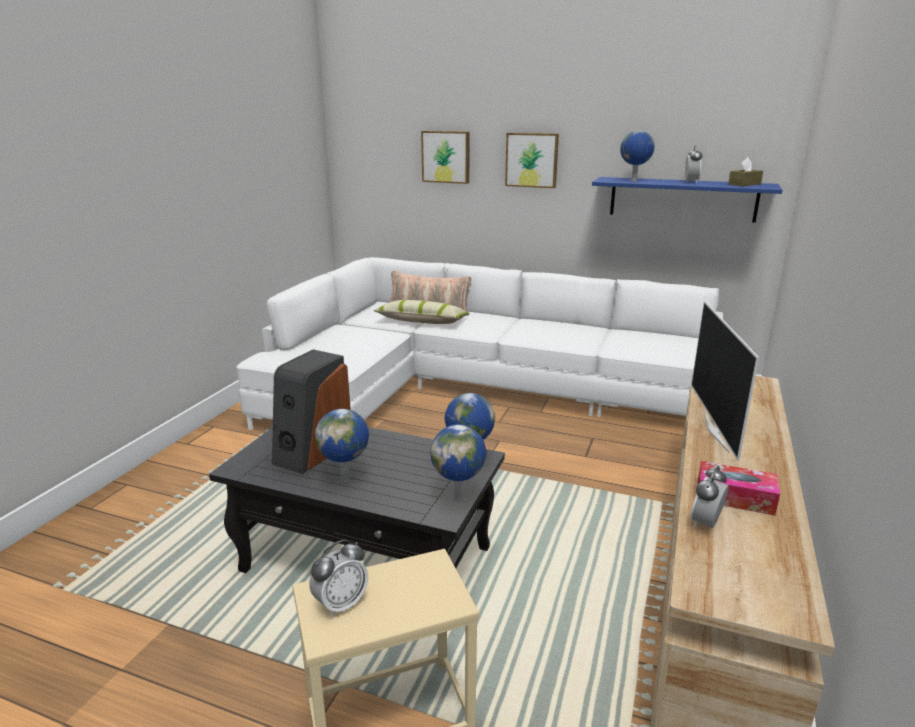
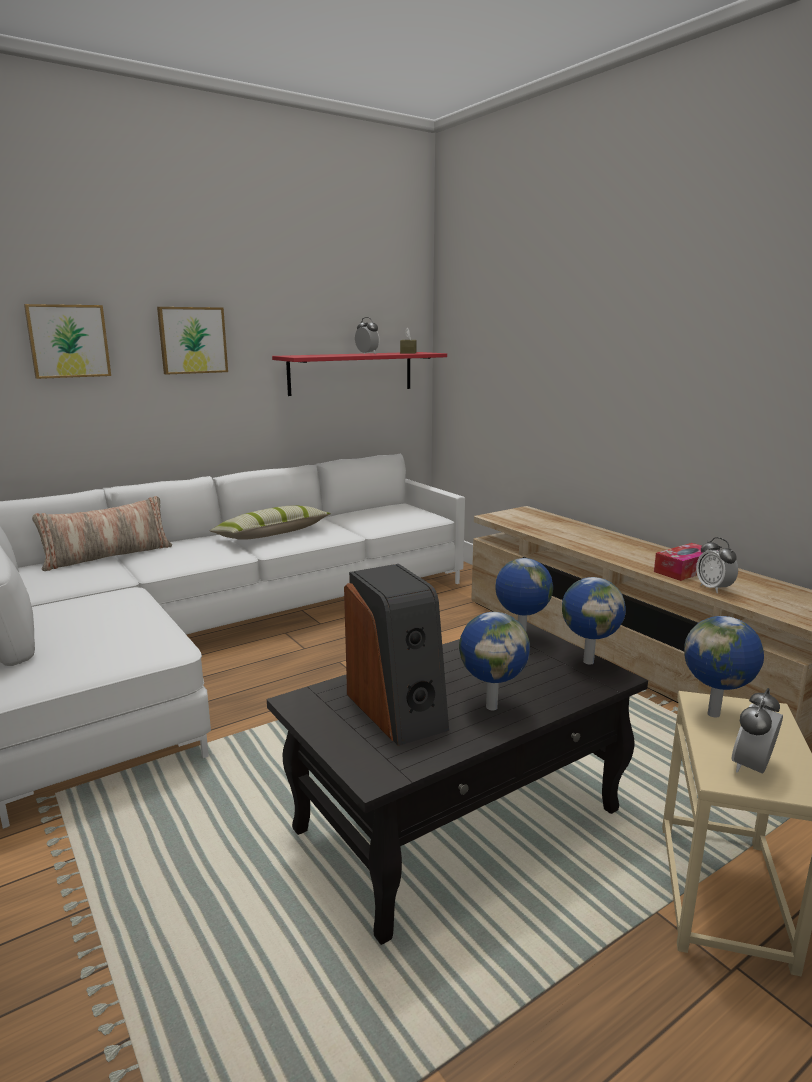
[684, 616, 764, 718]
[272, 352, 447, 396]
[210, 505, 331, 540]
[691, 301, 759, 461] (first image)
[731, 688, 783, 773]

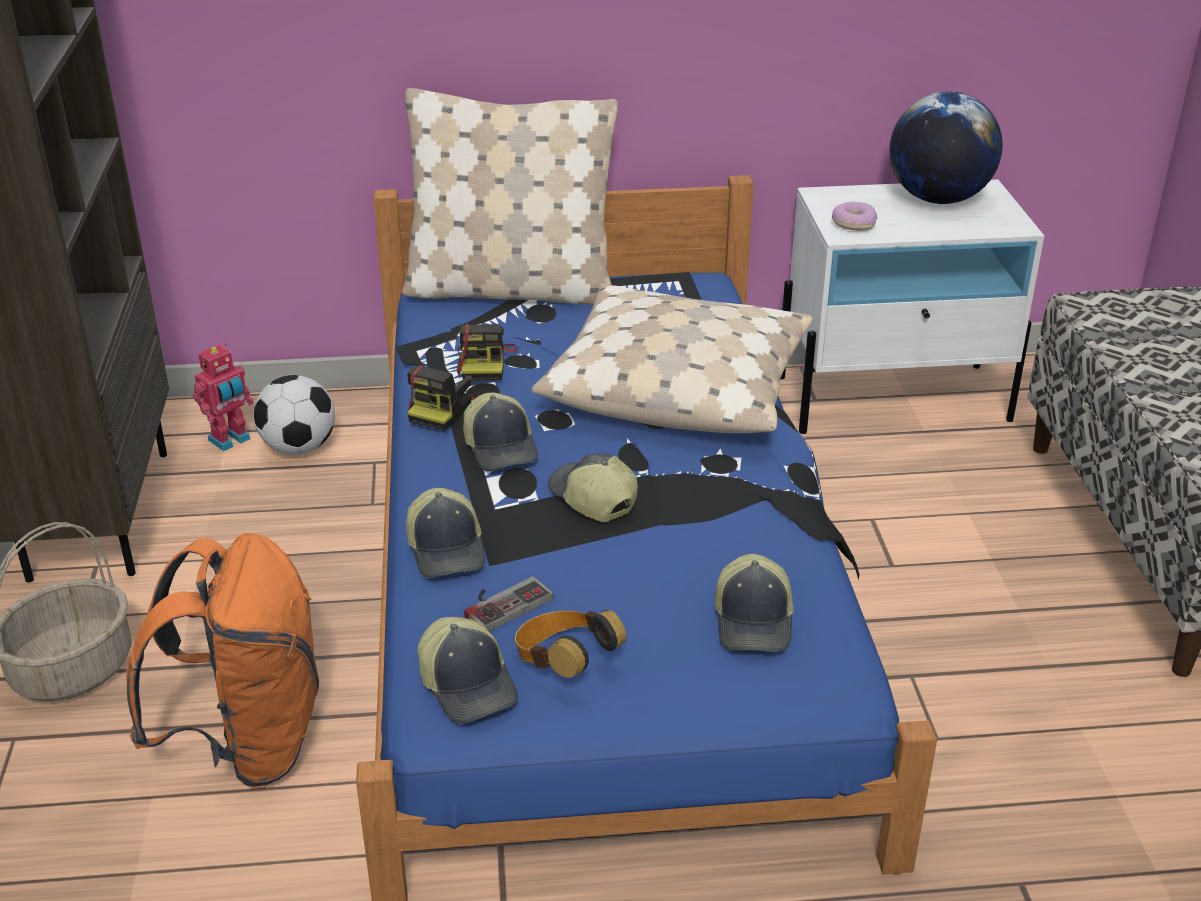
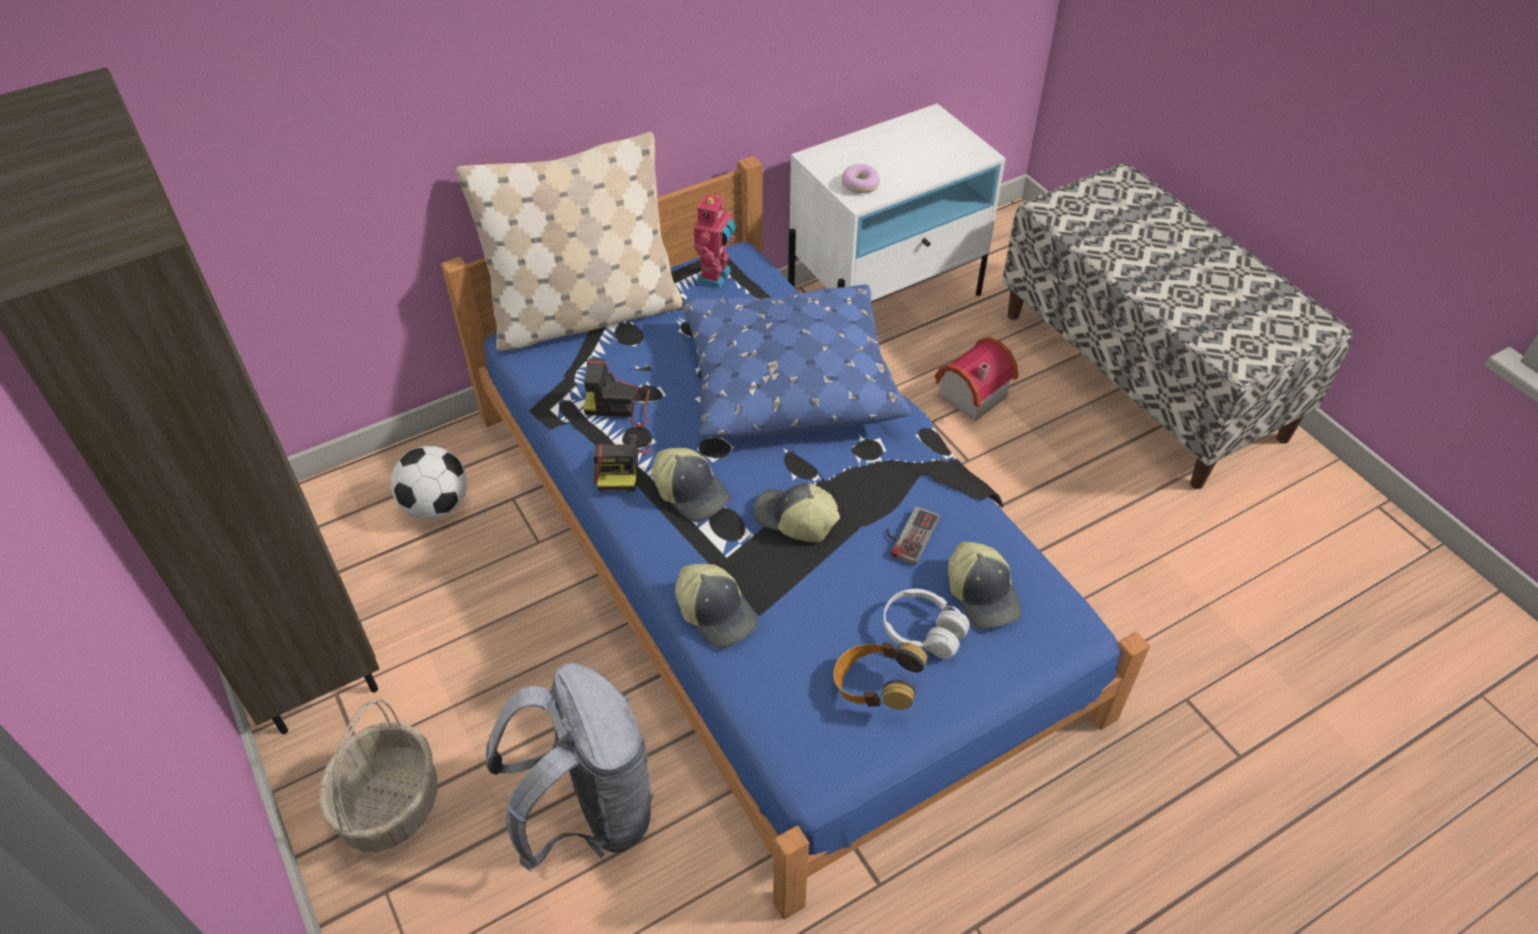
[890, 91, 1002, 204] (first image)
[682, 284, 910, 438]
[583, 358, 650, 427]
[694, 192, 735, 288]
[486, 663, 654, 872]
[887, 506, 940, 565]
[417, 617, 518, 724] (first image)
[934, 337, 1018, 421]
[883, 589, 970, 659]

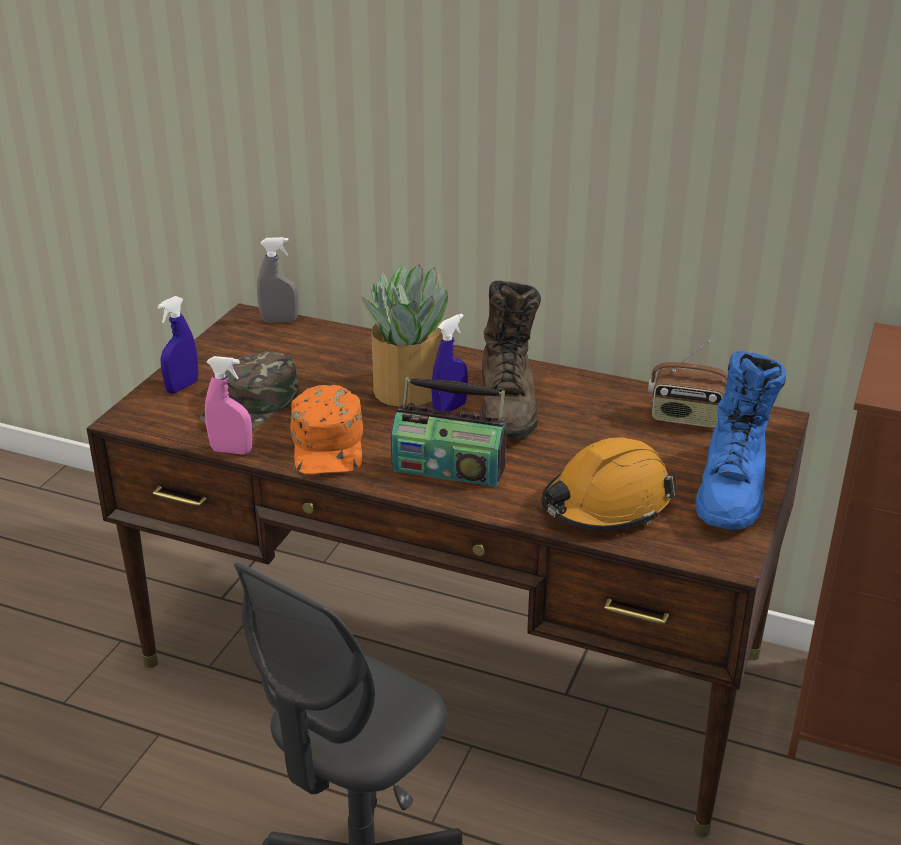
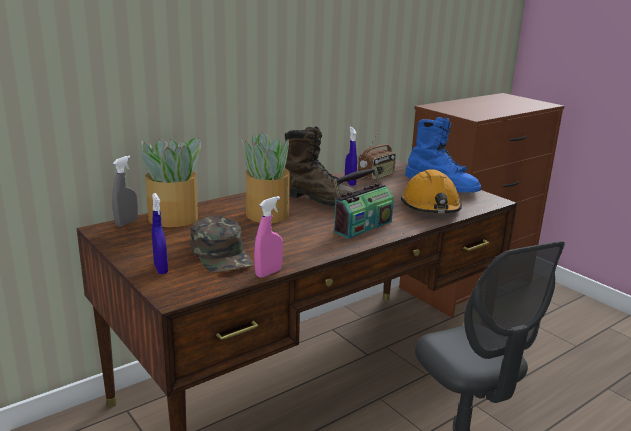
[345, 127, 357, 186]
[290, 385, 363, 474] (first image)
[141, 137, 204, 227]

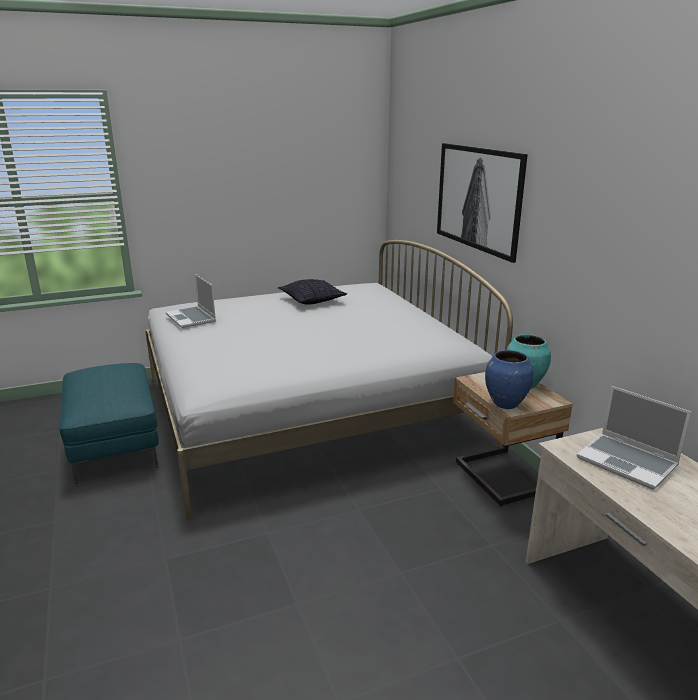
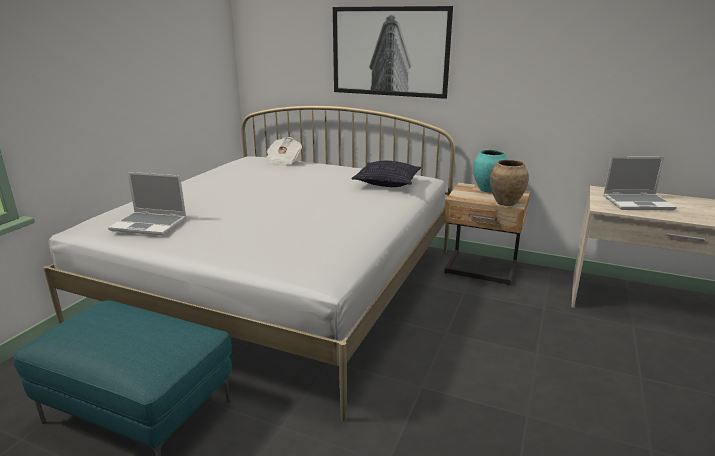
[351, 161, 421, 187]
[490, 160, 529, 206]
[267, 137, 302, 167]

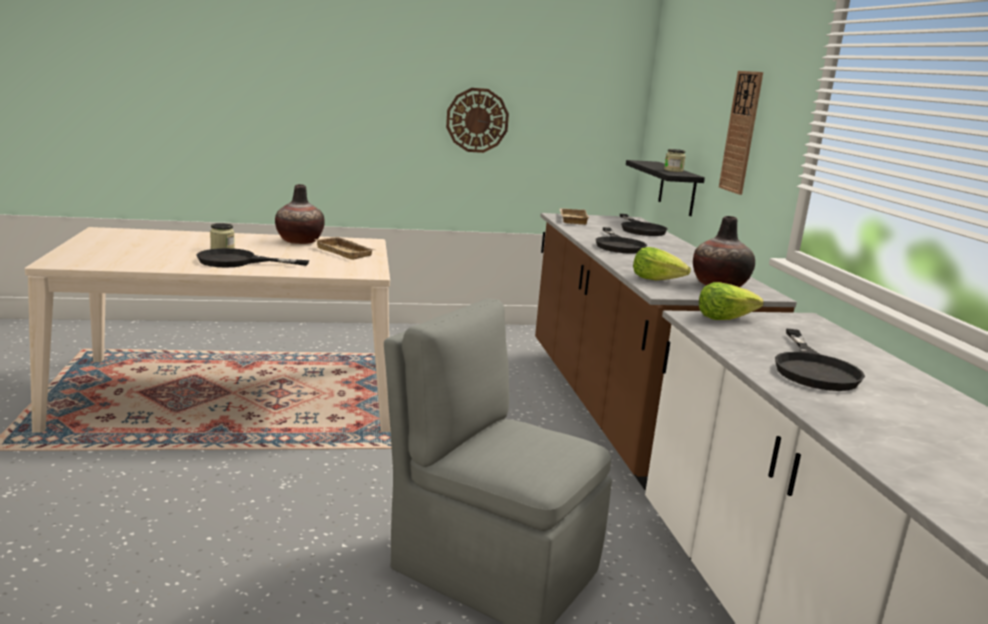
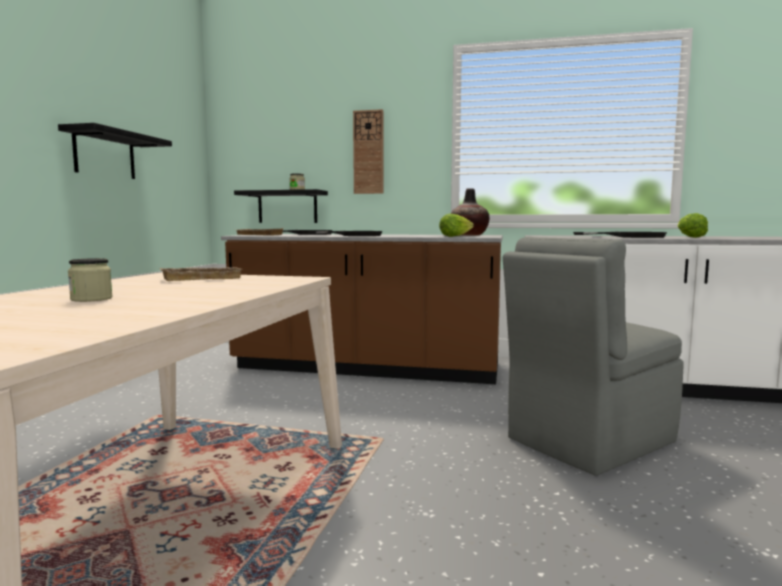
[58, 123, 172, 179]
[275, 184, 325, 244] (first image)
[197, 248, 309, 267] (first image)
[677, 213, 708, 238]

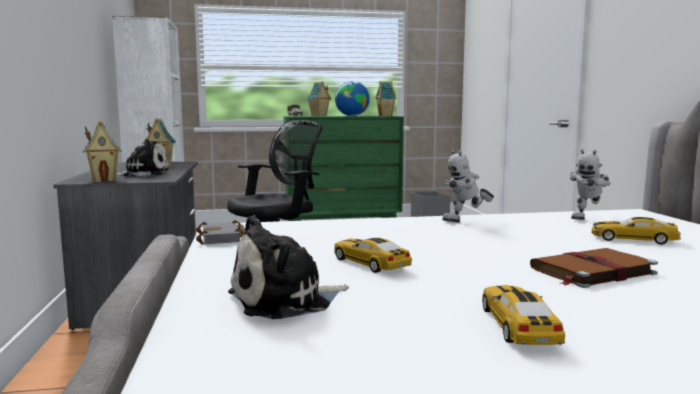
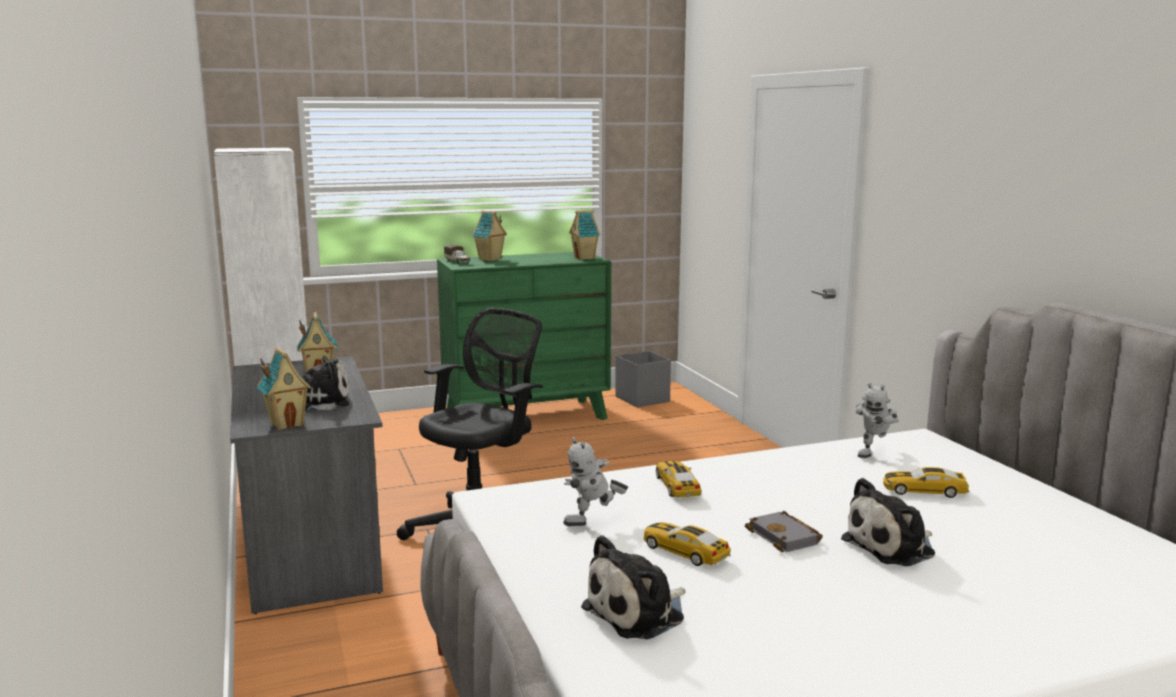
[335, 81, 370, 116] (first image)
[563, 437, 628, 526]
[745, 511, 823, 552]
[841, 478, 935, 566]
[656, 461, 701, 498]

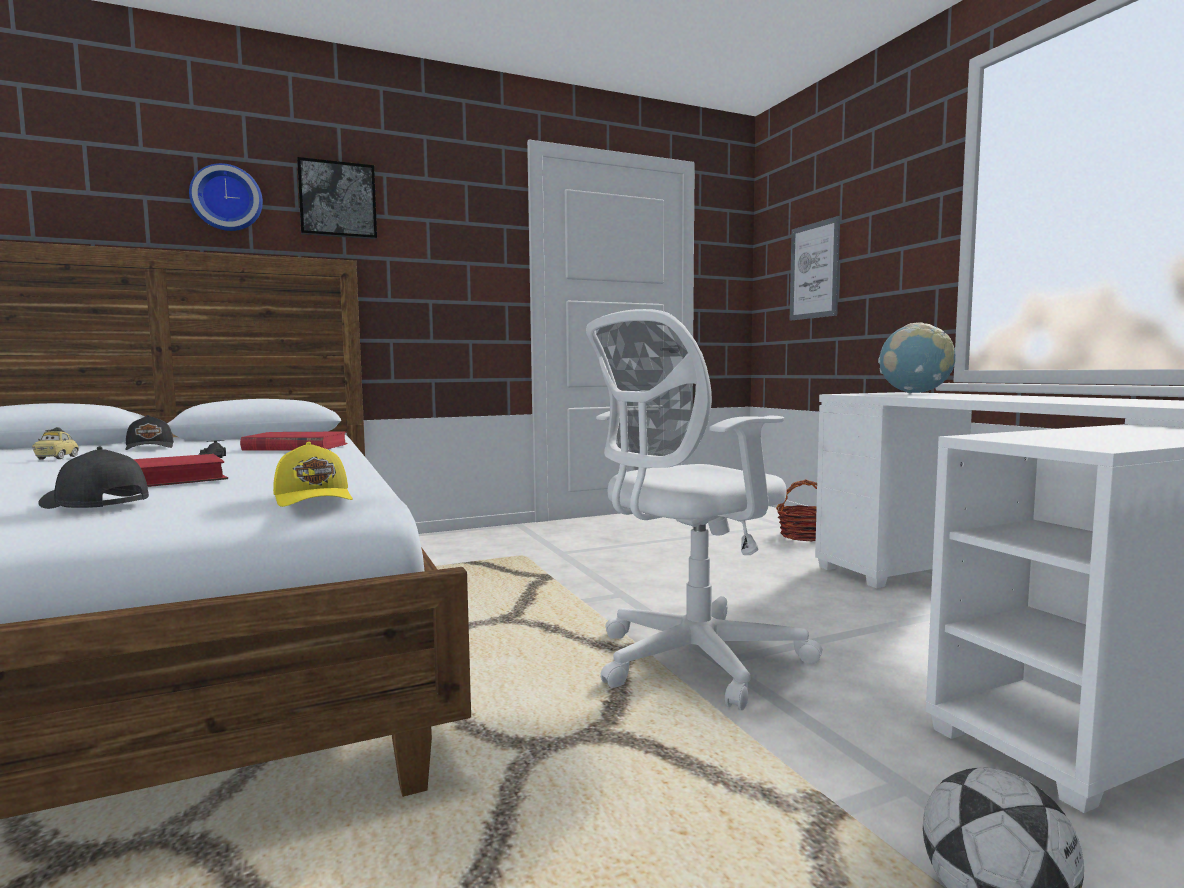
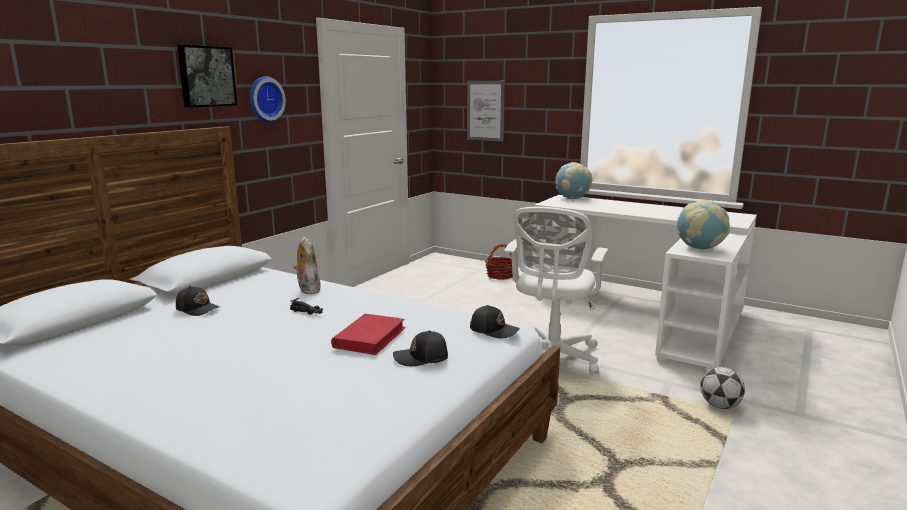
[249, 76, 286, 122]
[32, 427, 79, 460] (first image)
[293, 236, 321, 294]
[470, 305, 520, 338]
[677, 200, 730, 249]

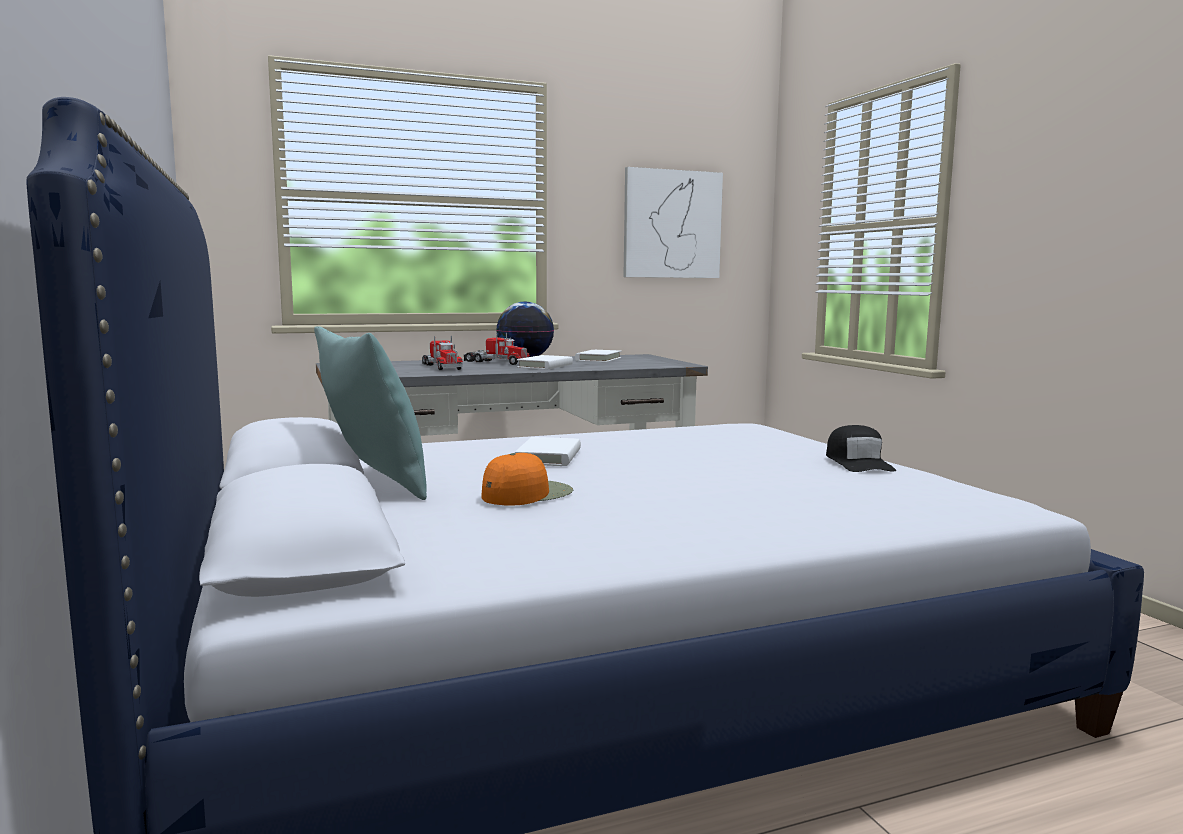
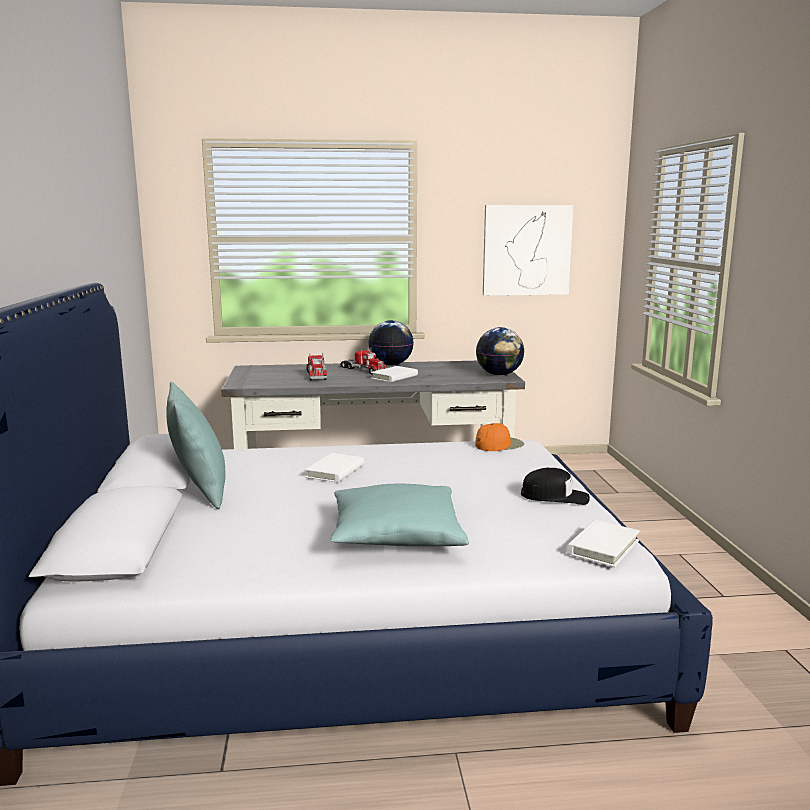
[566, 520, 640, 567]
[521, 468, 590, 505]
[475, 423, 524, 451]
[476, 327, 525, 375]
[330, 484, 469, 546]

